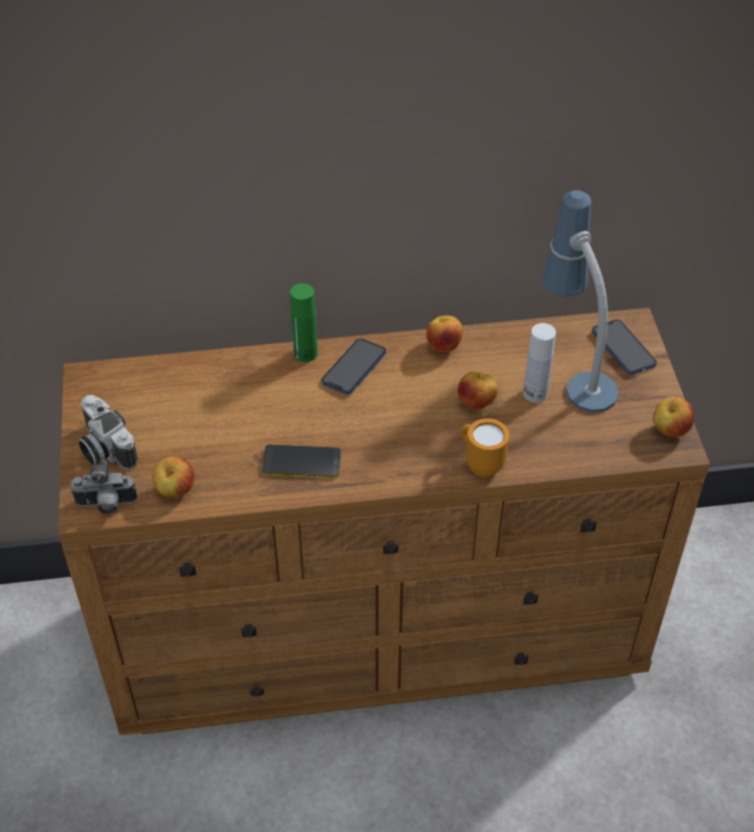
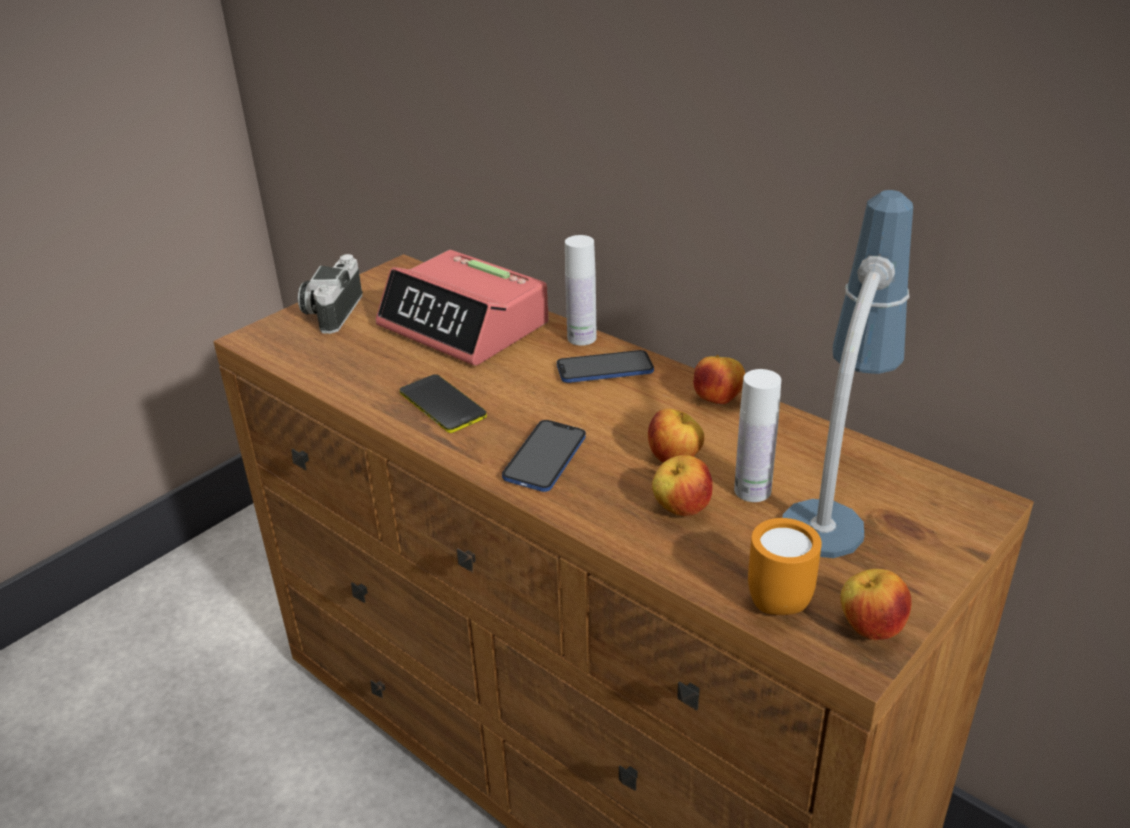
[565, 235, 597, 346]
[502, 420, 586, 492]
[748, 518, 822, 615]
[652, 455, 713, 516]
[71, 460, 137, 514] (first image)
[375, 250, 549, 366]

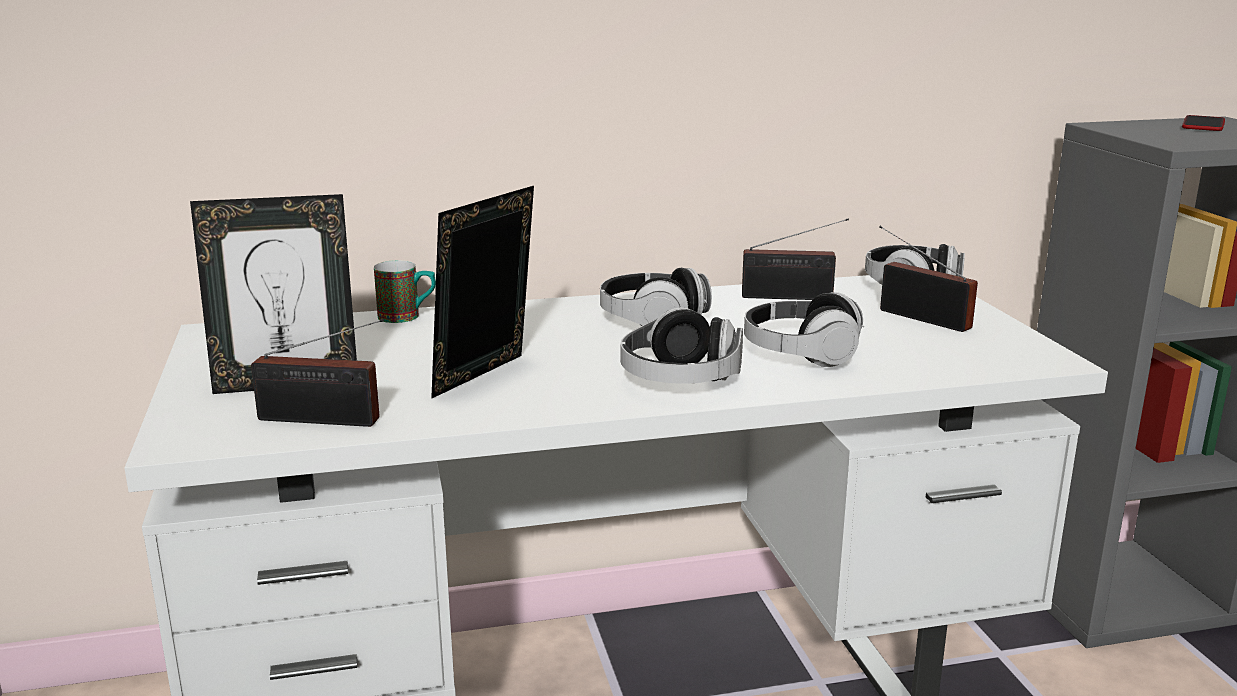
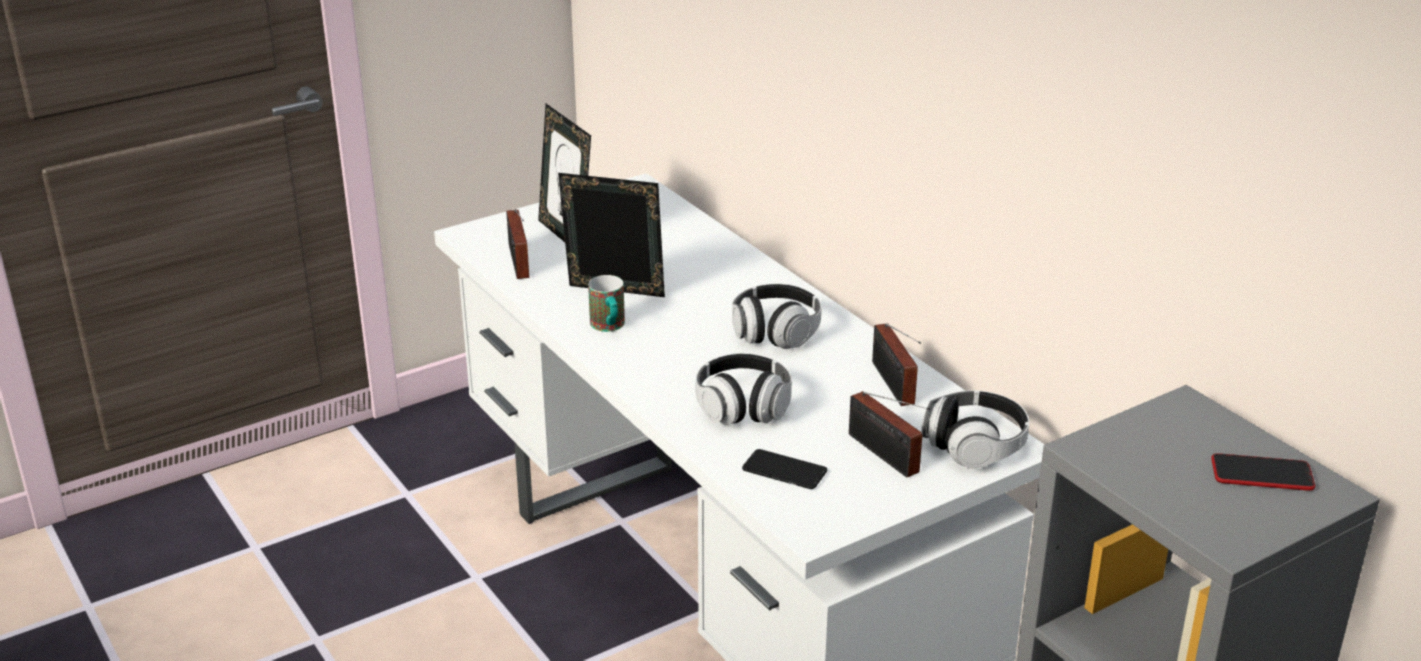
[849, 391, 930, 477]
[588, 275, 625, 332]
[621, 308, 743, 384] (first image)
[742, 449, 827, 489]

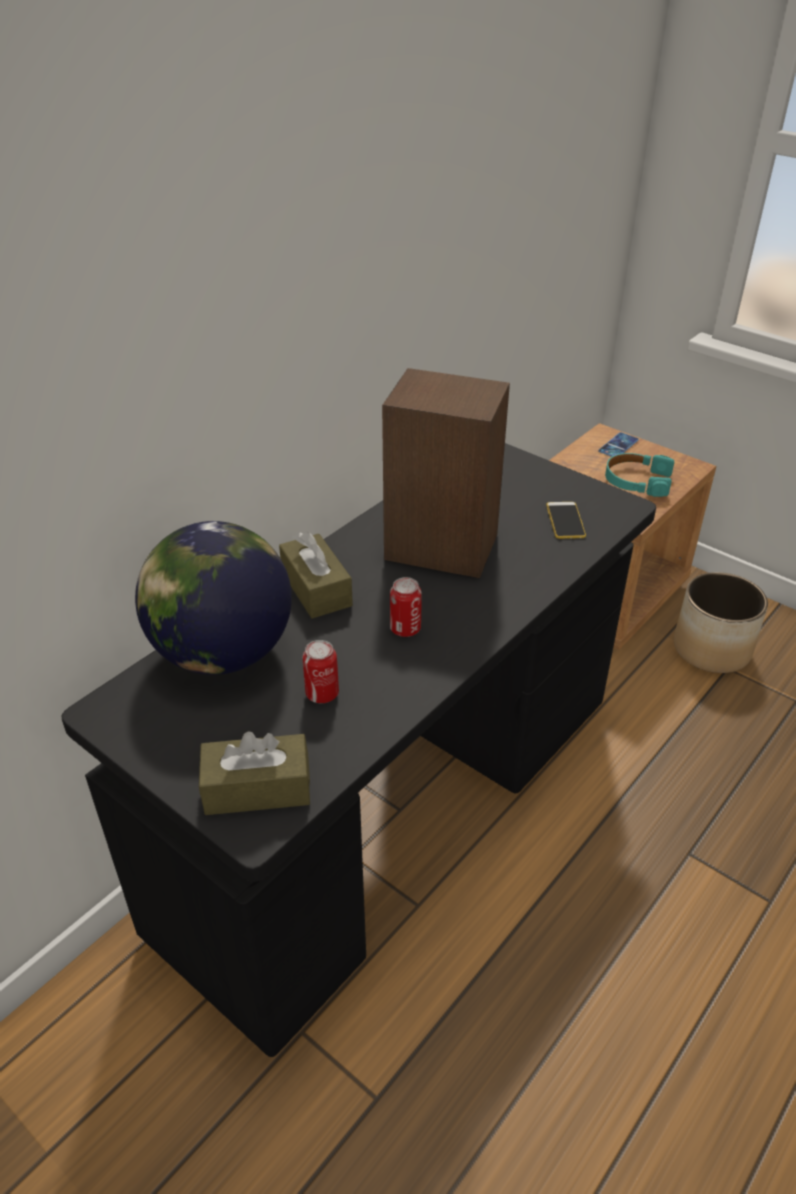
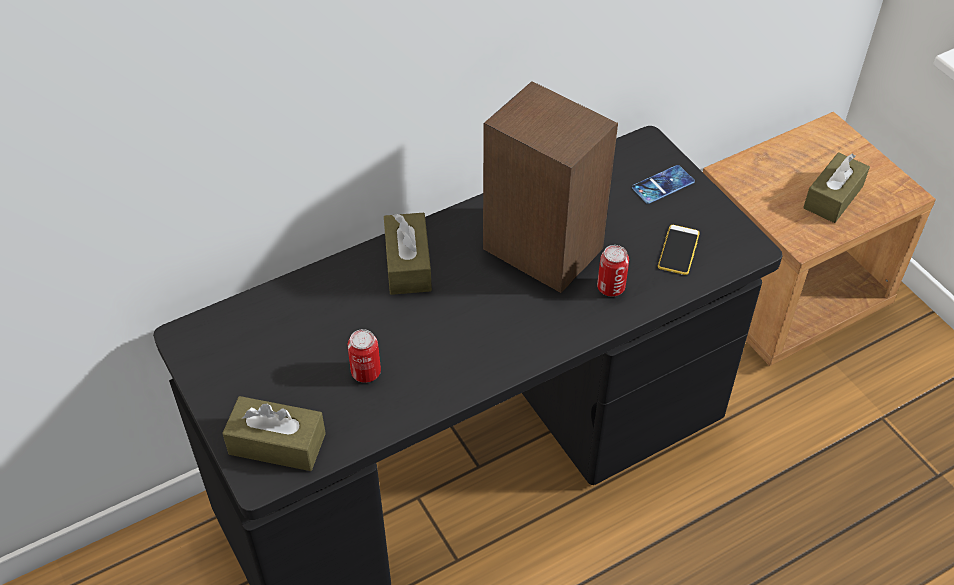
[632, 165, 695, 204]
[803, 152, 870, 223]
[135, 521, 292, 675] (first image)
[674, 572, 768, 673] (first image)
[597, 245, 629, 297]

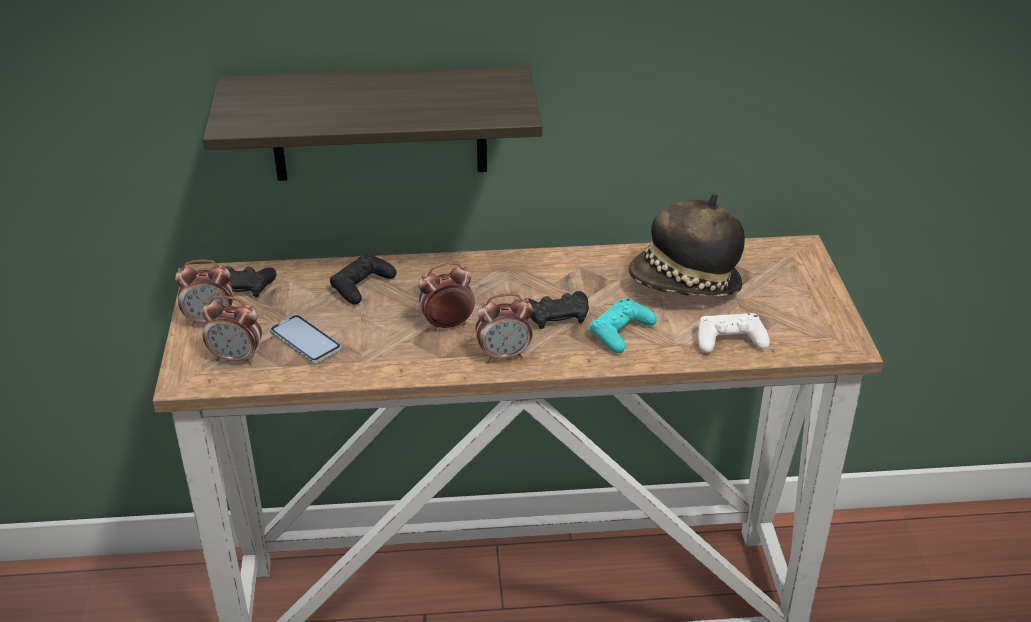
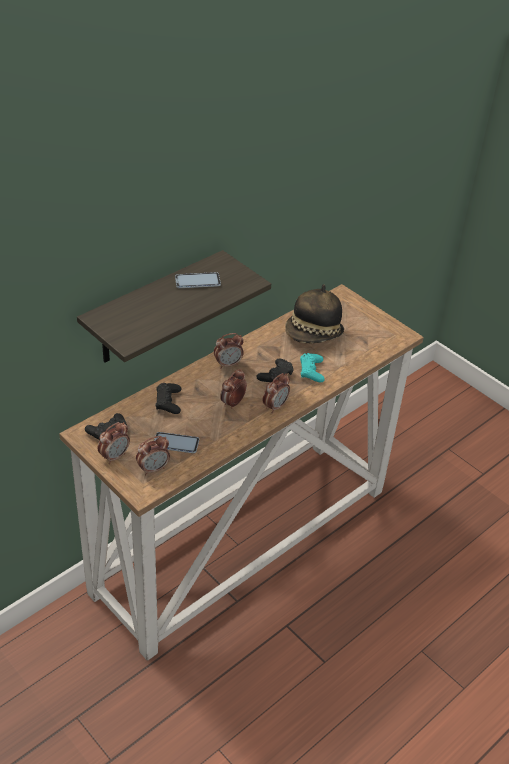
[698, 313, 770, 353] (first image)
[175, 272, 221, 288]
[214, 333, 244, 369]

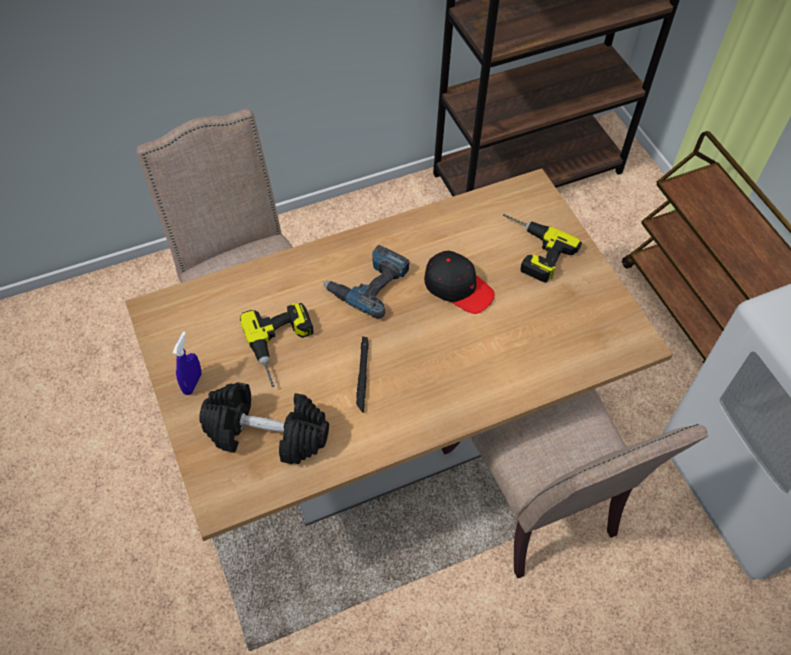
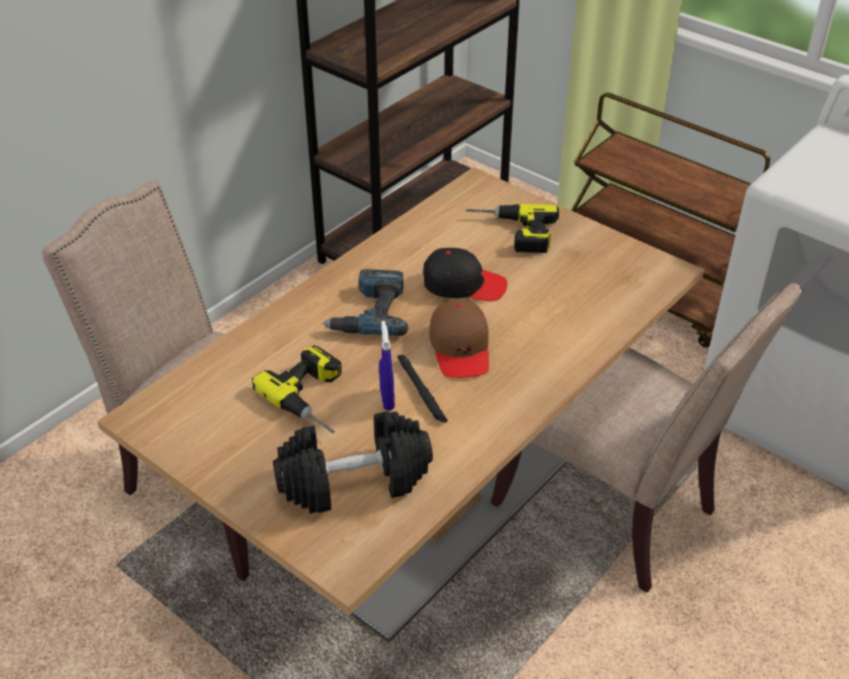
[379, 321, 395, 411]
[429, 299, 489, 378]

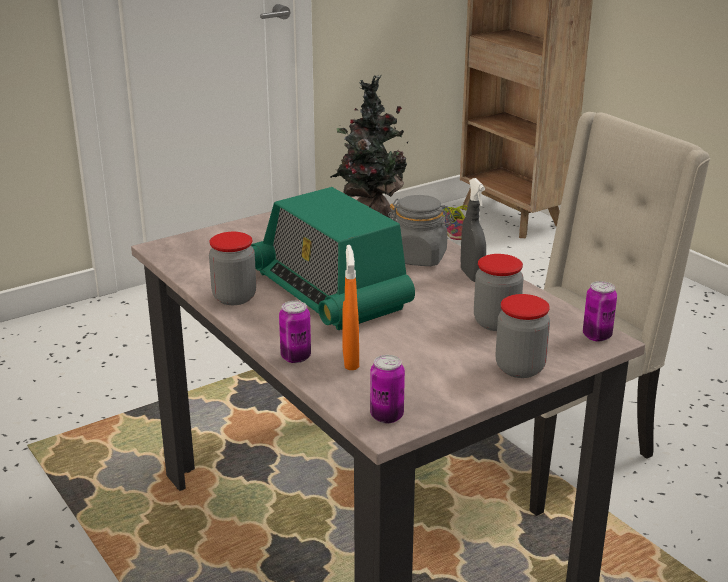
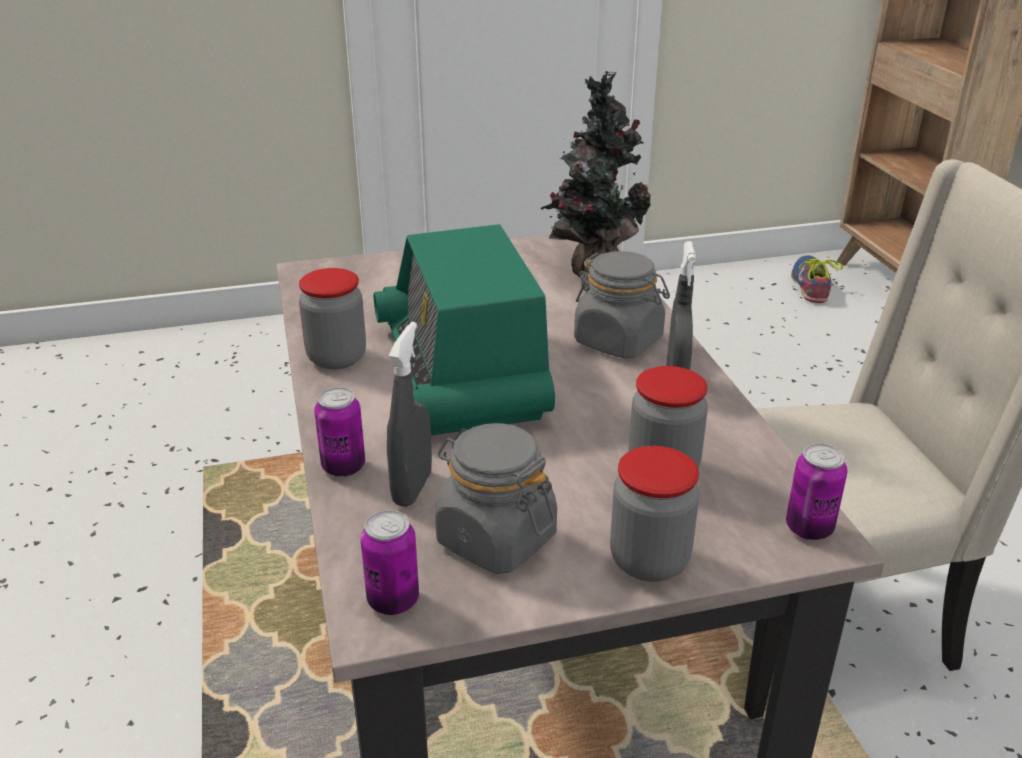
[387, 322, 432, 507]
[435, 423, 557, 574]

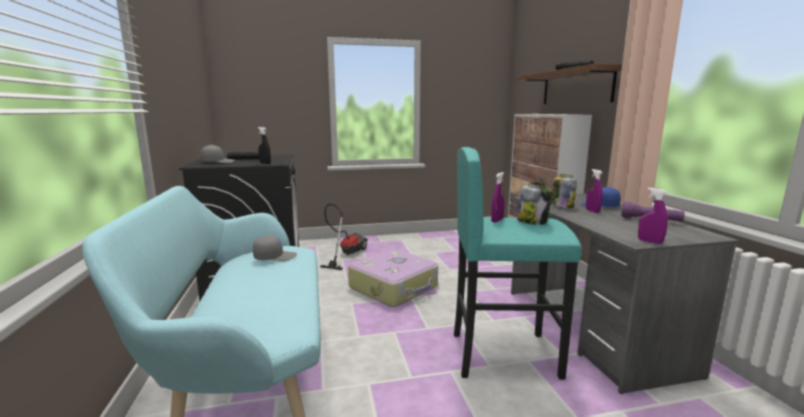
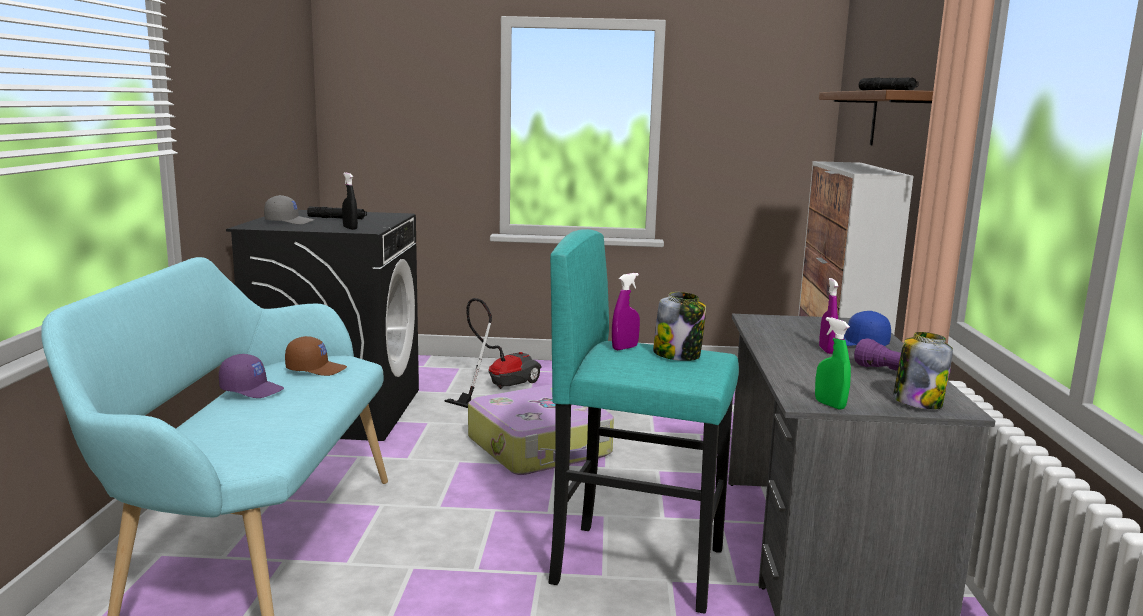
[893, 332, 953, 409]
[815, 317, 851, 410]
[285, 336, 347, 376]
[219, 354, 284, 398]

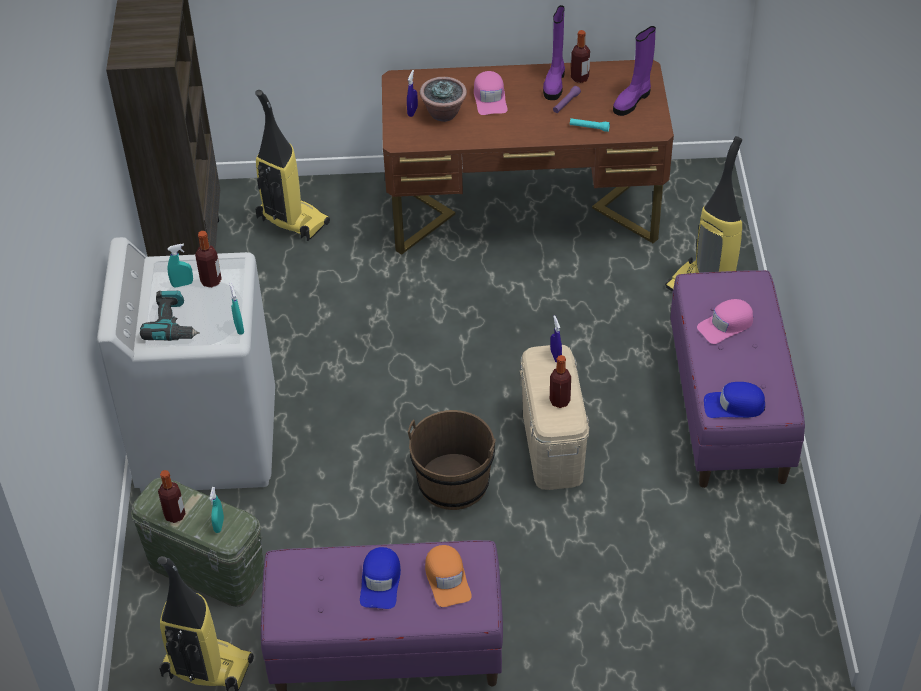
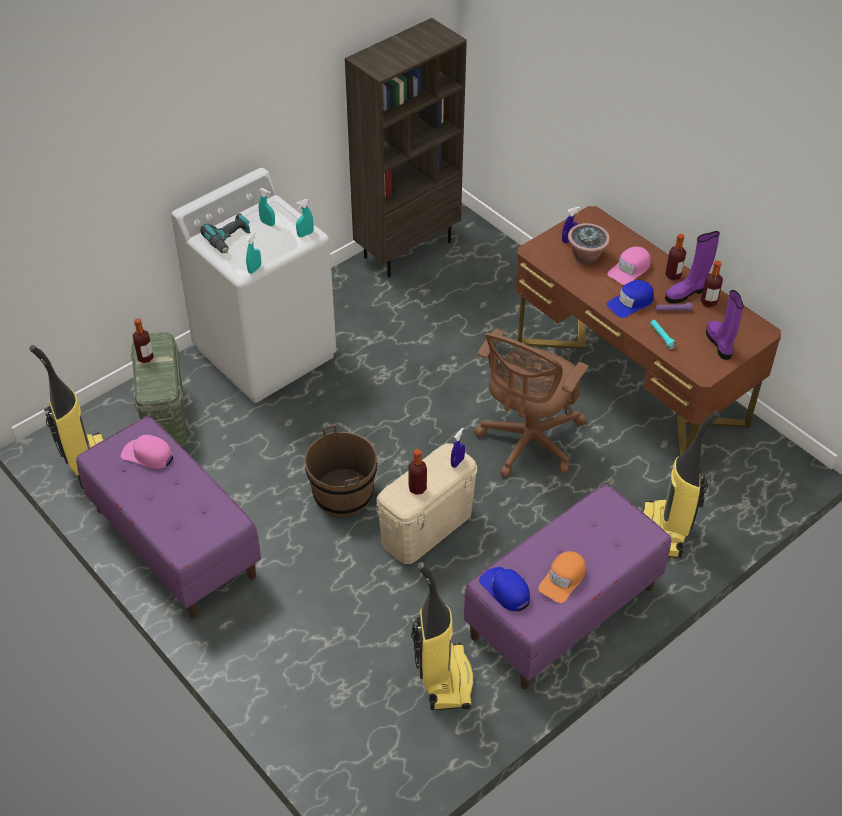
[706, 290, 744, 360]
[411, 562, 474, 710]
[665, 234, 686, 281]
[121, 435, 173, 469]
[296, 199, 314, 237]
[538, 551, 586, 603]
[607, 280, 654, 318]
[474, 328, 588, 478]

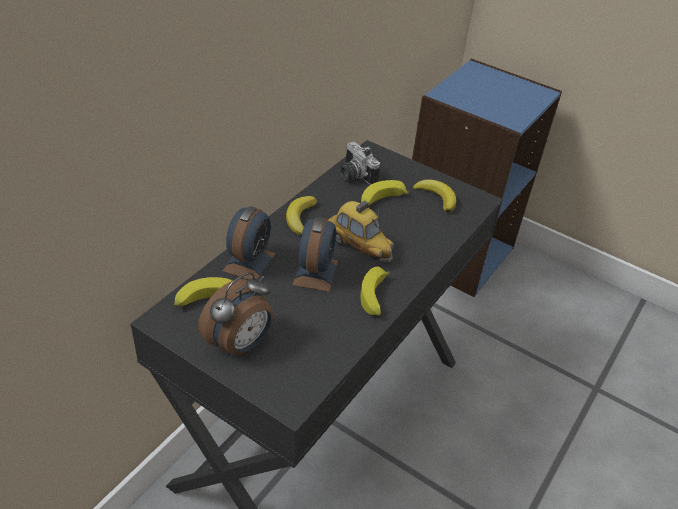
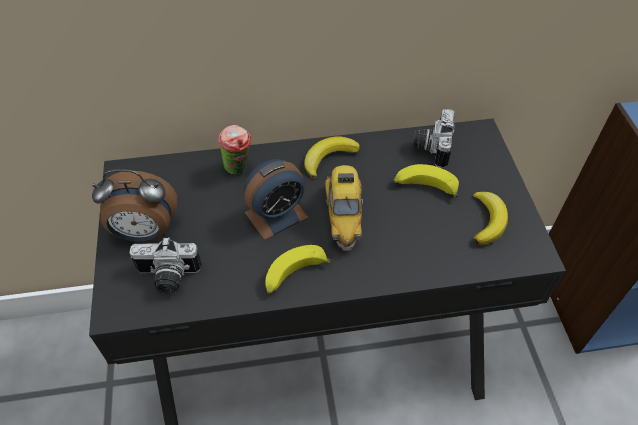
[218, 125, 251, 174]
[174, 277, 232, 307] (first image)
[129, 237, 202, 295]

